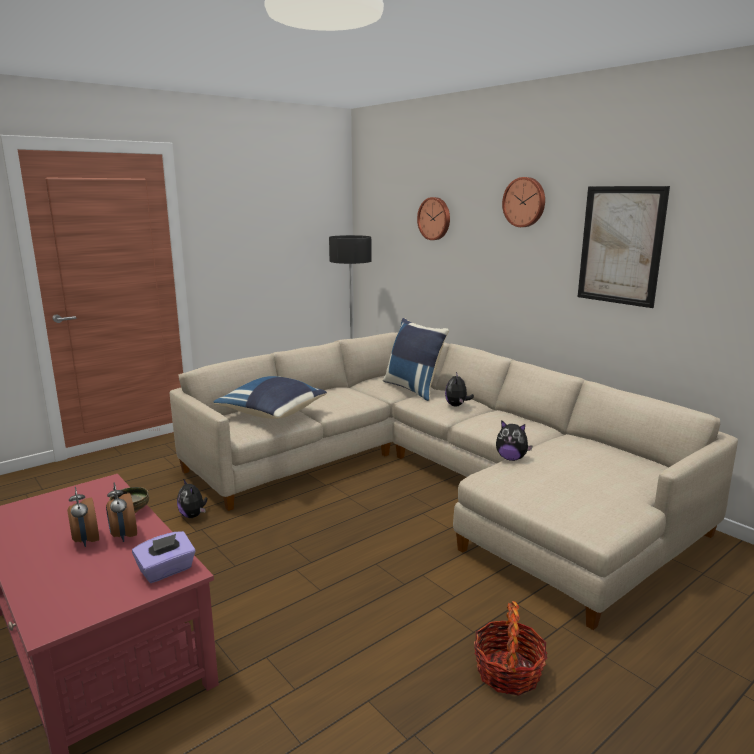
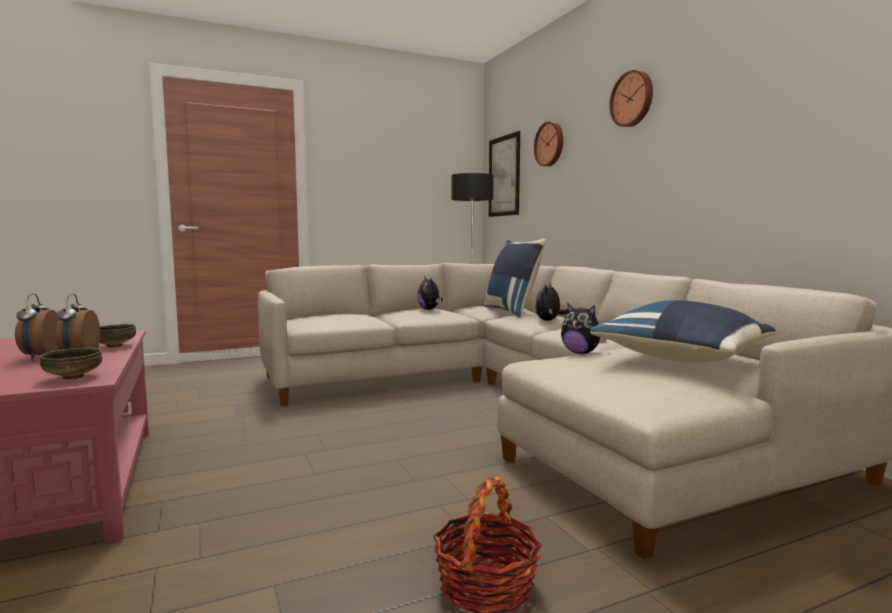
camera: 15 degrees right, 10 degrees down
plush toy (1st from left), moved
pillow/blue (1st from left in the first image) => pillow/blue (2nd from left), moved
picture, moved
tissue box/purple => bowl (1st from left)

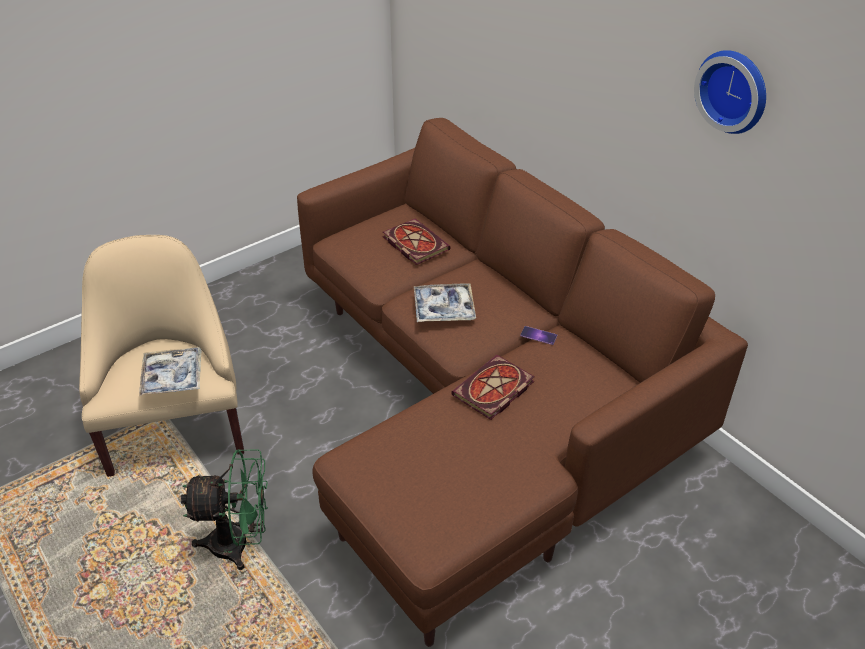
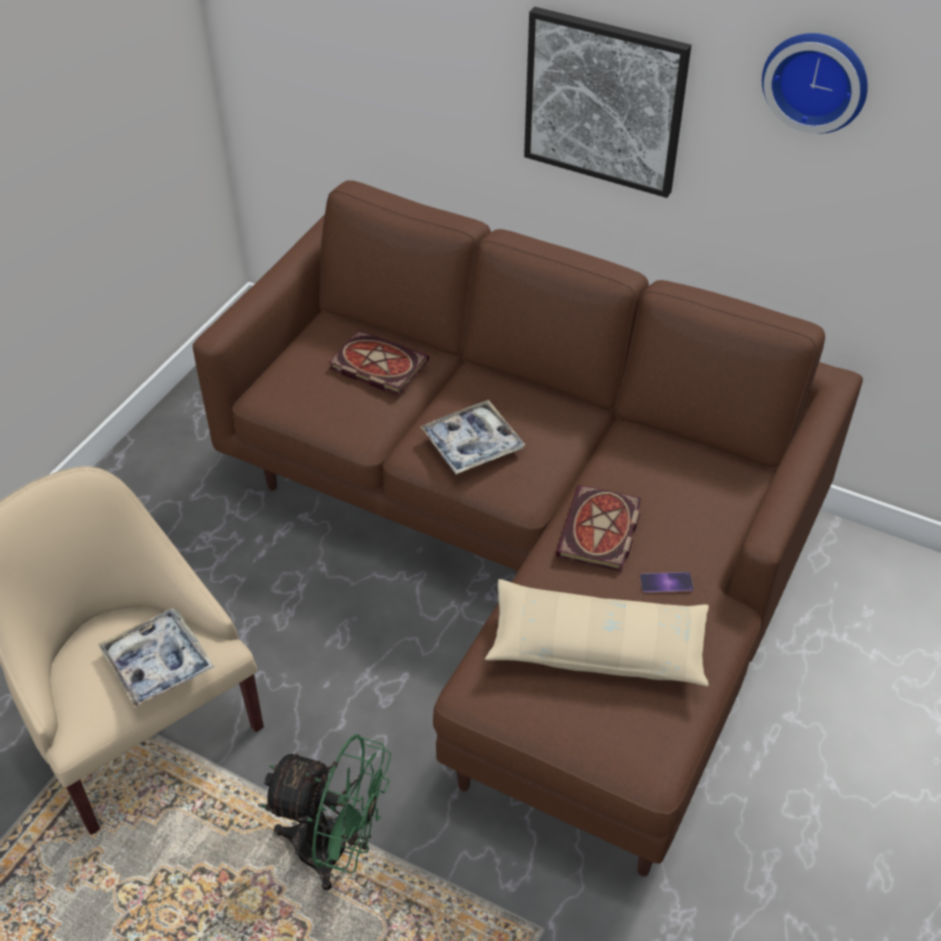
camera: 25 degrees left, 5 degrees up
nothing => pillow/beige
nothing => picture
phone, moved
fan/green, 45 degrees clockwise

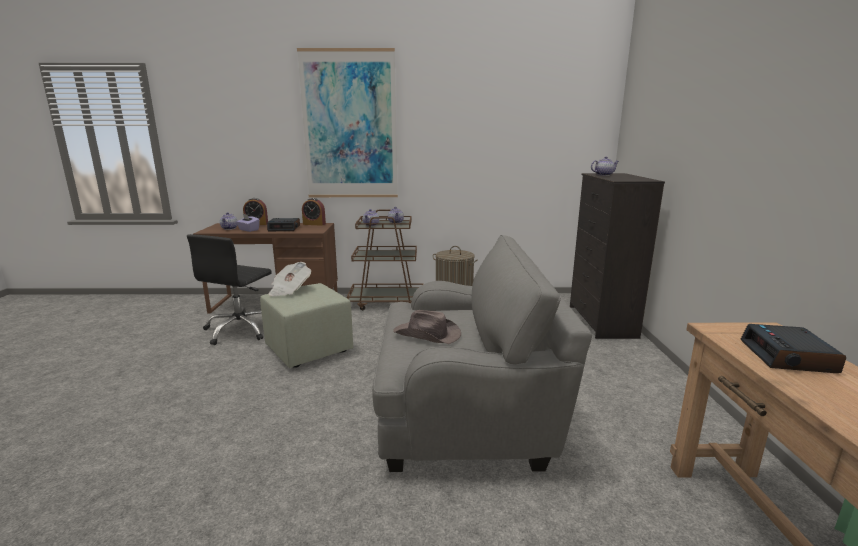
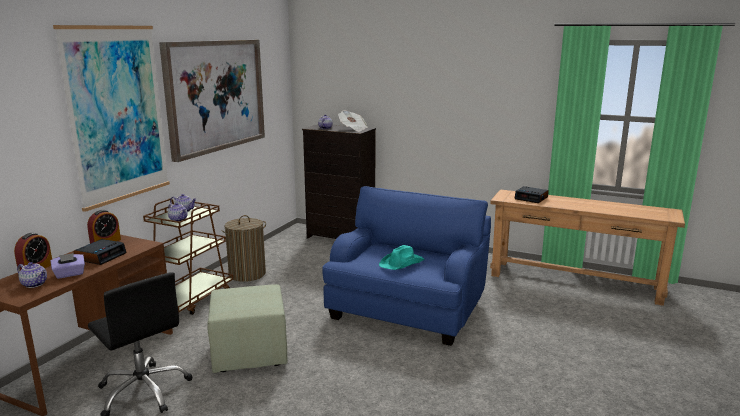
camera: 65 degrees left, 0 degrees up
nothing => picture (2nd from left)
newspaper, moved
armchair/grey => armchair/blue
hat/brown => hat/turquoise

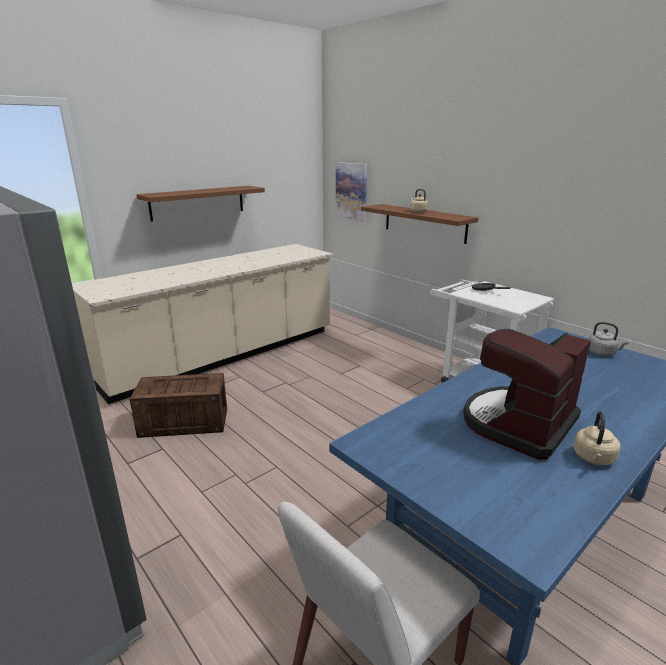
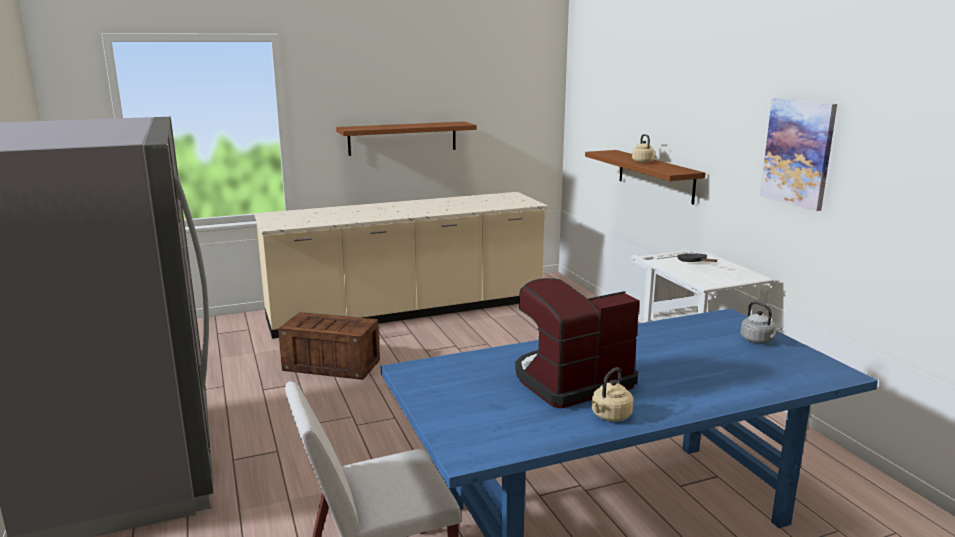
camera: 20 degrees right, 5 degrees down
picture, moved

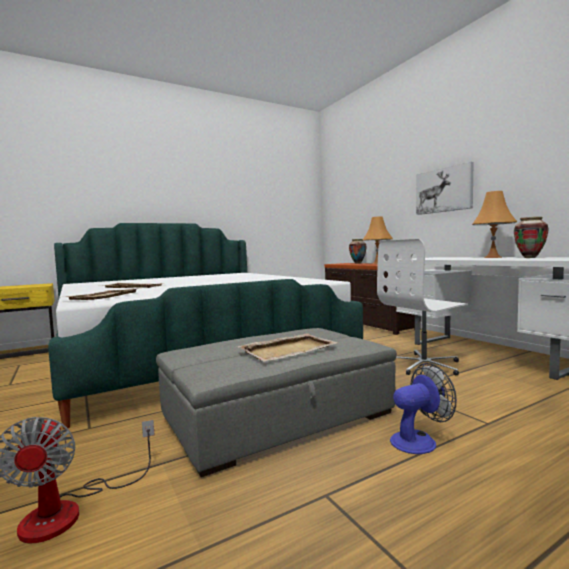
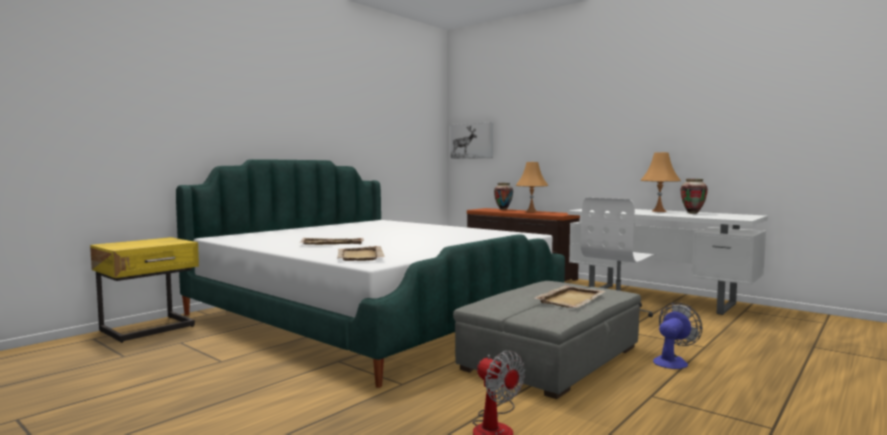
camera: 20 degrees left, 0 degrees up
picture, moved

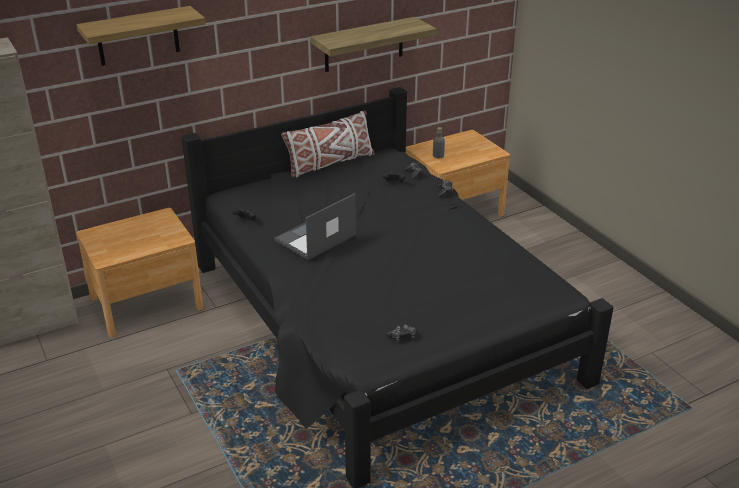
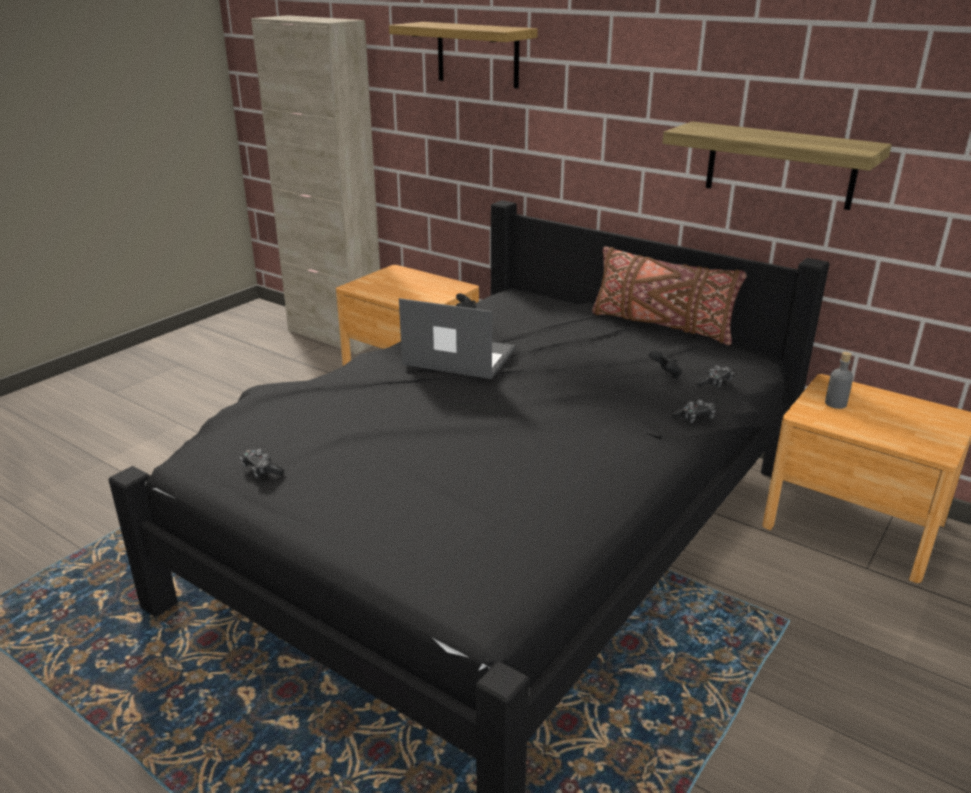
camera: 65 degrees right, 5 degrees down
pillow/white => pillow/brown

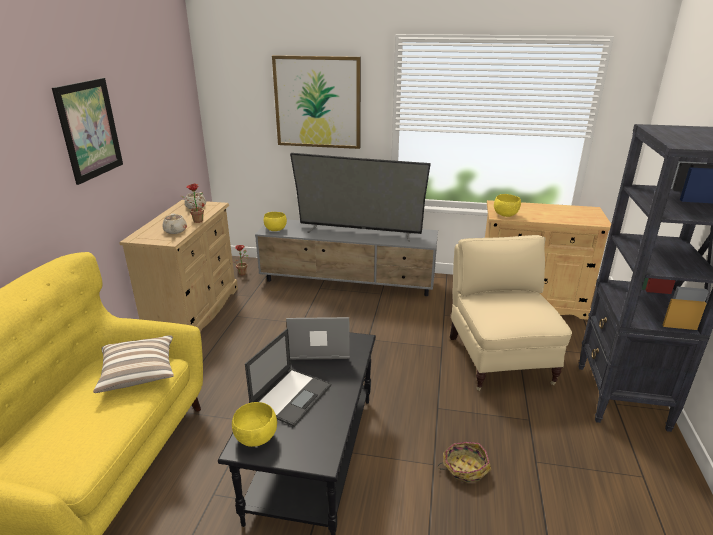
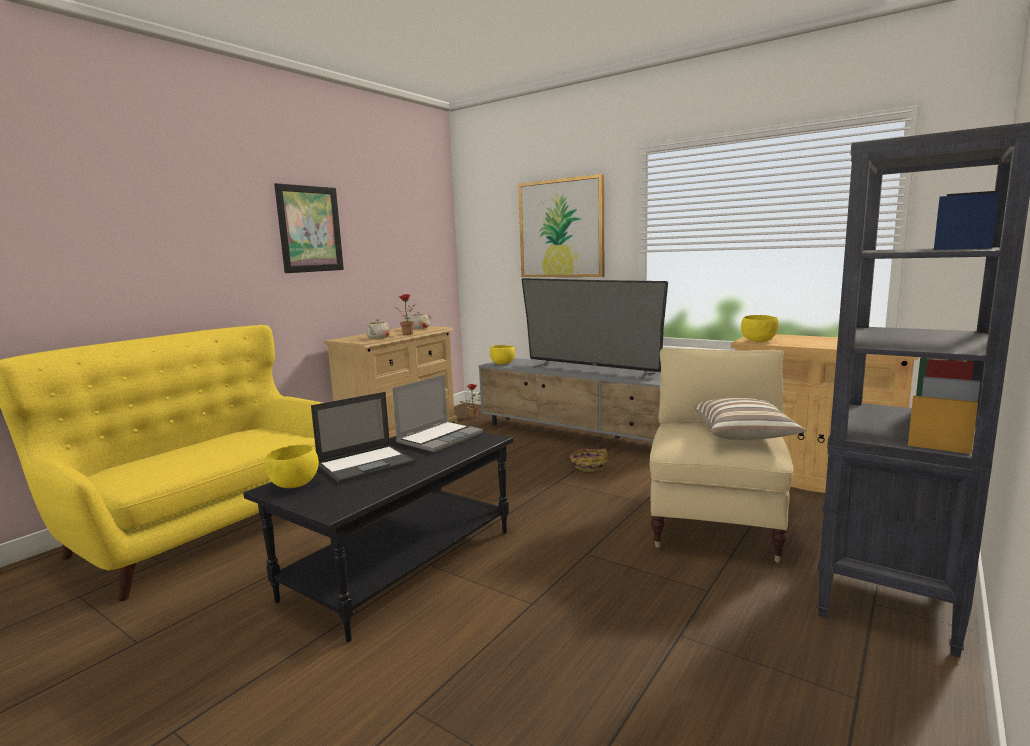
camera: 25 degrees right, 15 degrees down
pillow, moved
basket, moved
laptop (2nd from left), 105 degrees clockwise

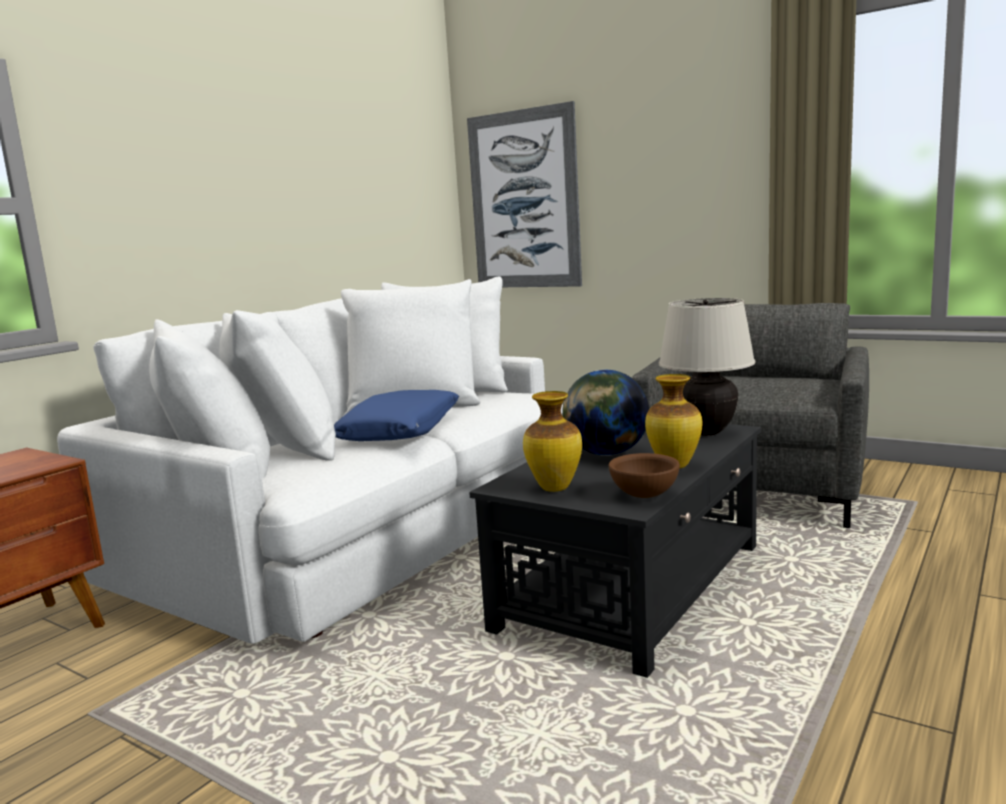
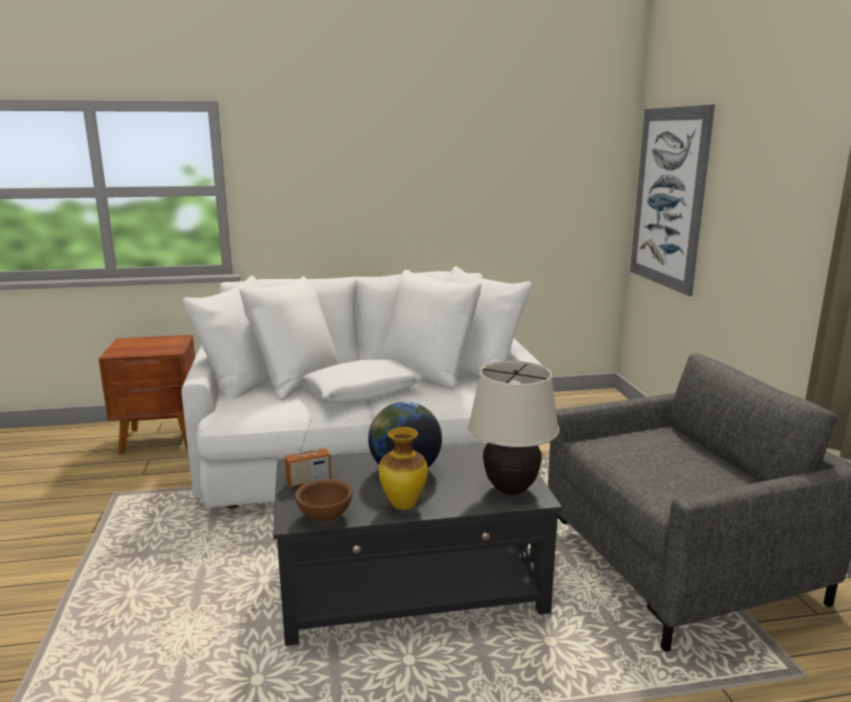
camera: 45 degrees right, 5 degrees up
vase (1st from left) => radio
pillow/blue => pillow/white

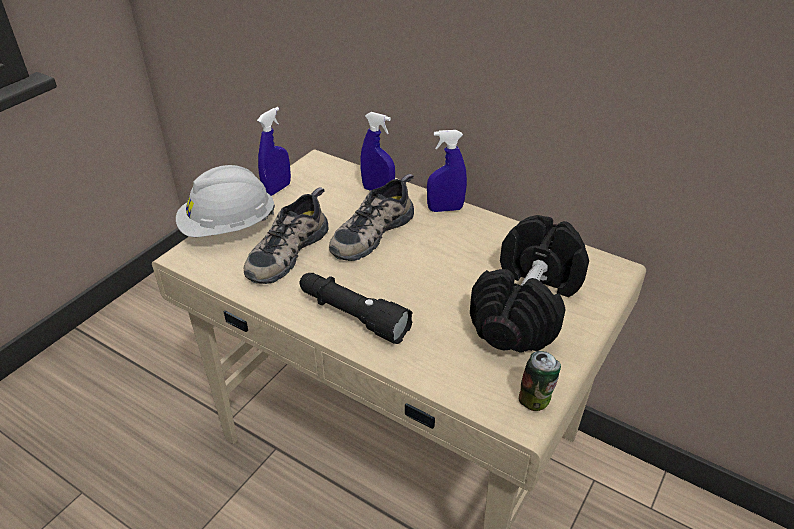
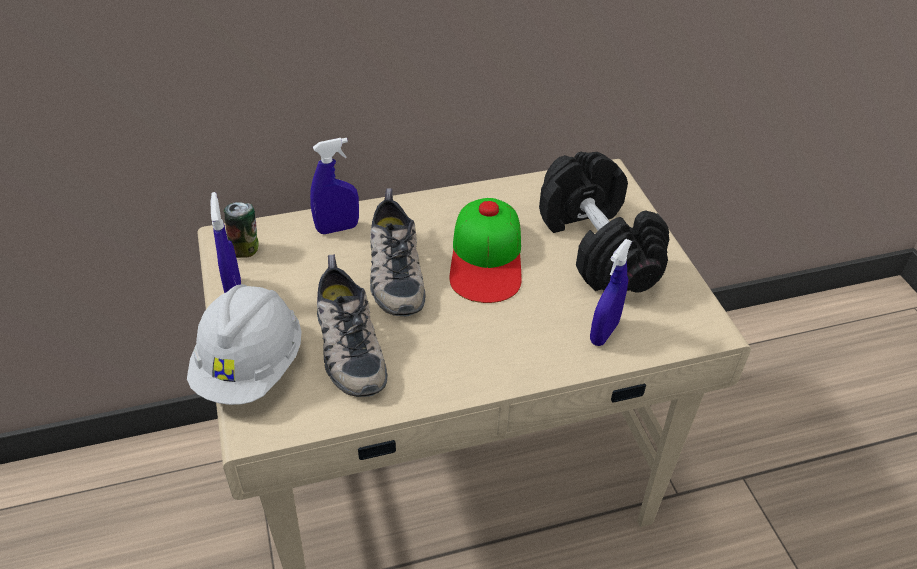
camera: 50 degrees left, 5 degrees up
flashlight/black => nothing
nothing => cap
spray bottle/blue (3rd from left), moved
can, moved

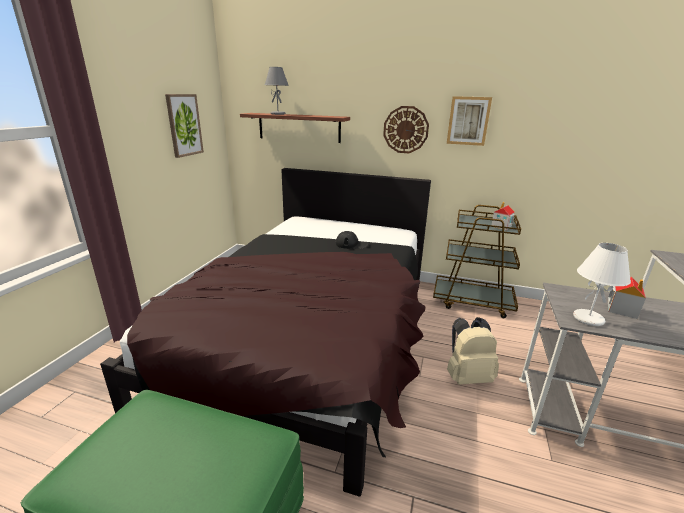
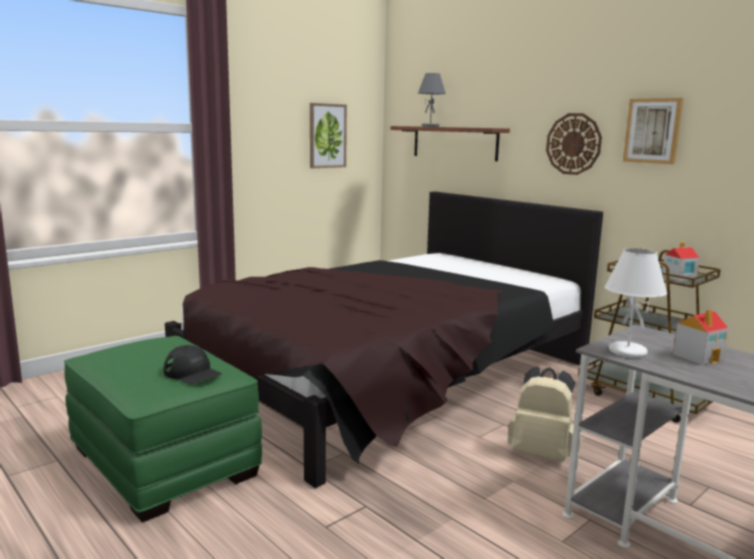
camera: 30 degrees right, 10 degrees down
cap/black, moved

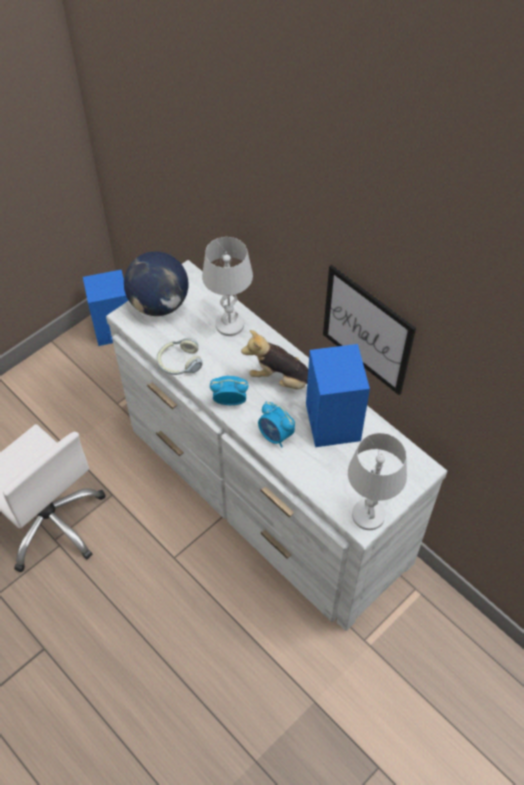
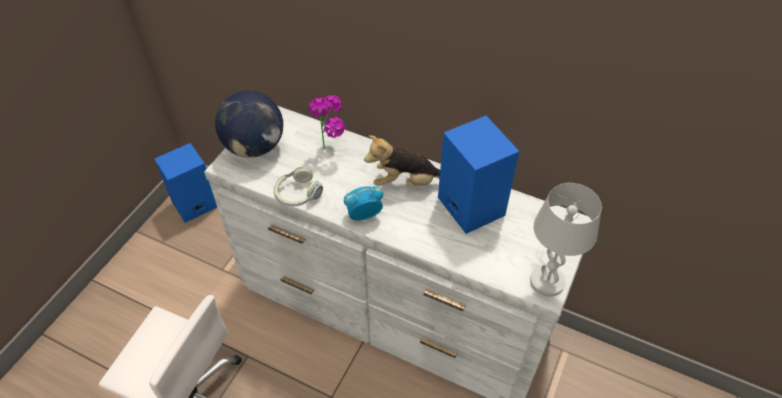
camera: 20 degrees left, 5 degrees down
alarm clock (2nd from left) => nothing
picture => nothing
table lamp/white (1st from left) => potted plant

